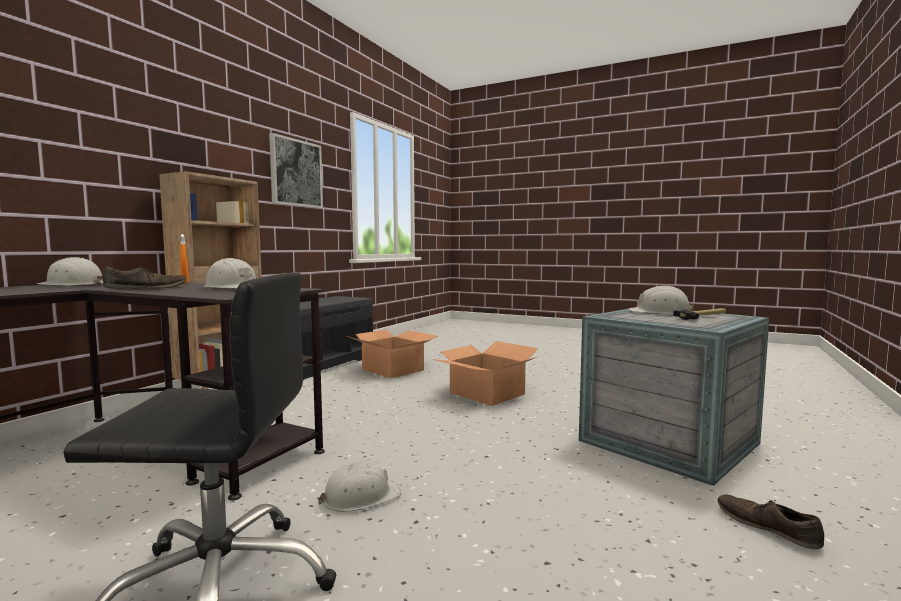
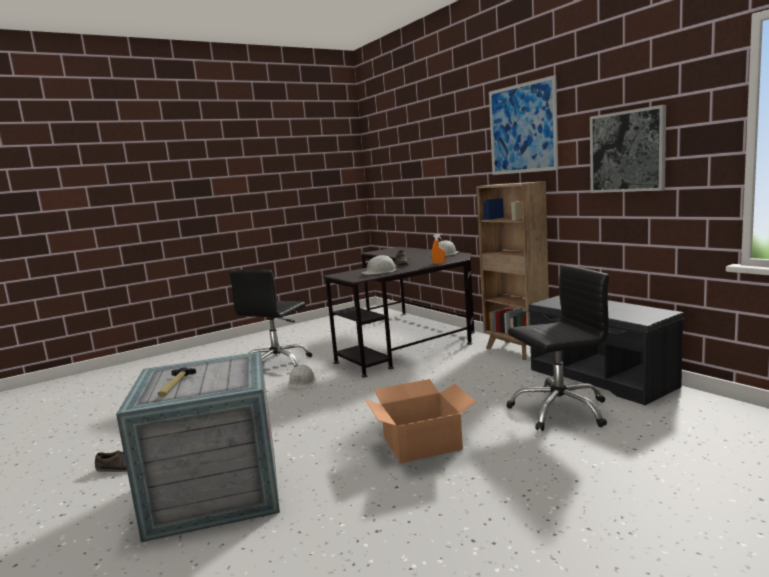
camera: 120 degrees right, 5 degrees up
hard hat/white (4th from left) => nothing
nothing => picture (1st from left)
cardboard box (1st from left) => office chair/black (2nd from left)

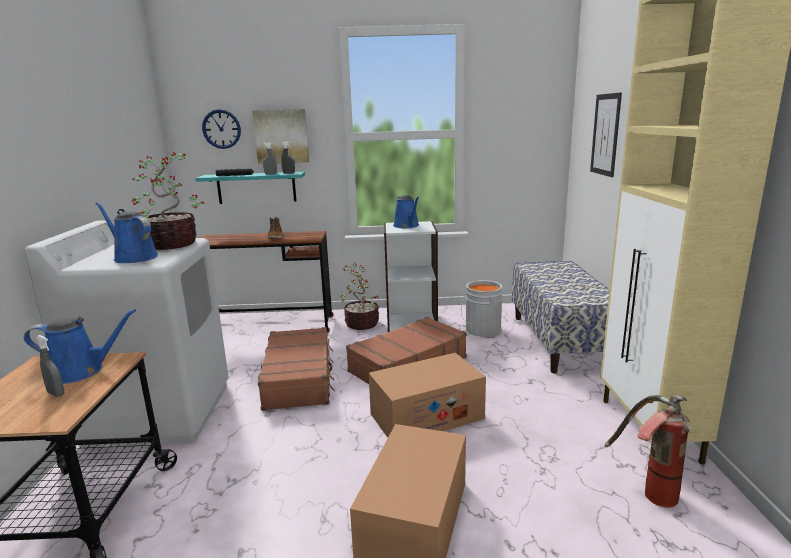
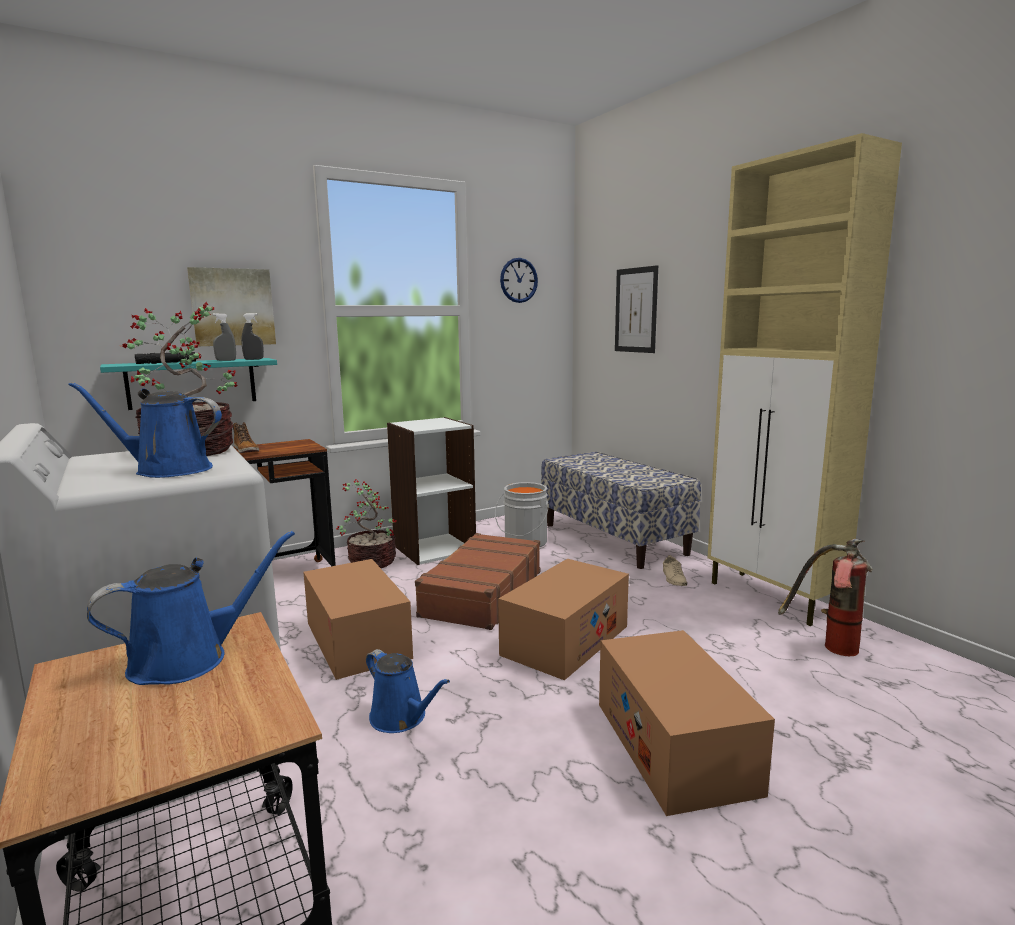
camera: 30 degrees left, 5 degrees down
spray bottle/grey (1st from left) => nothing
nothing => shoe/beige
wall clock, moved
watering can/blue (3rd from left), moved
suitcase/brown (1st from left) => cardboard box (1st from left)

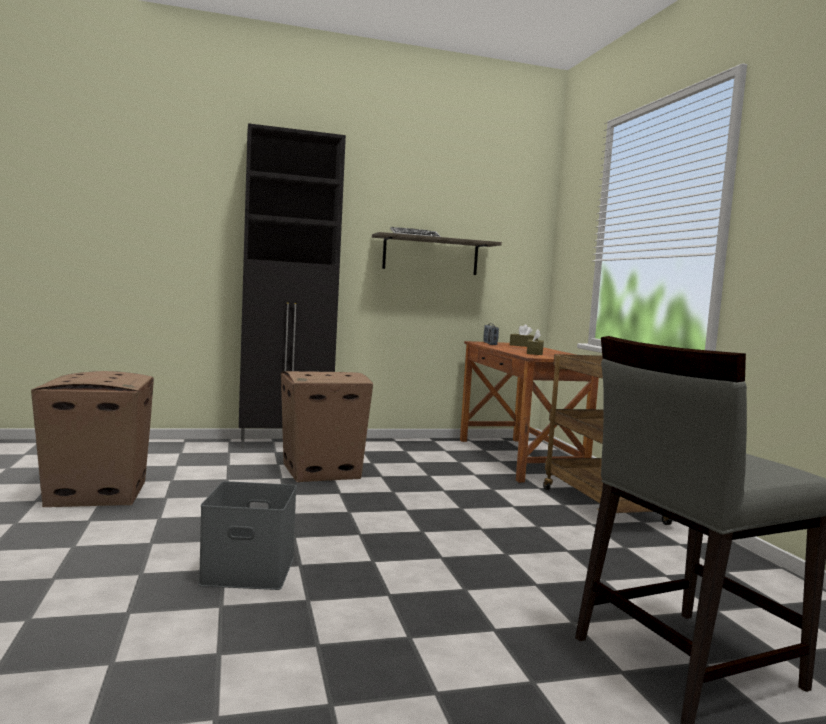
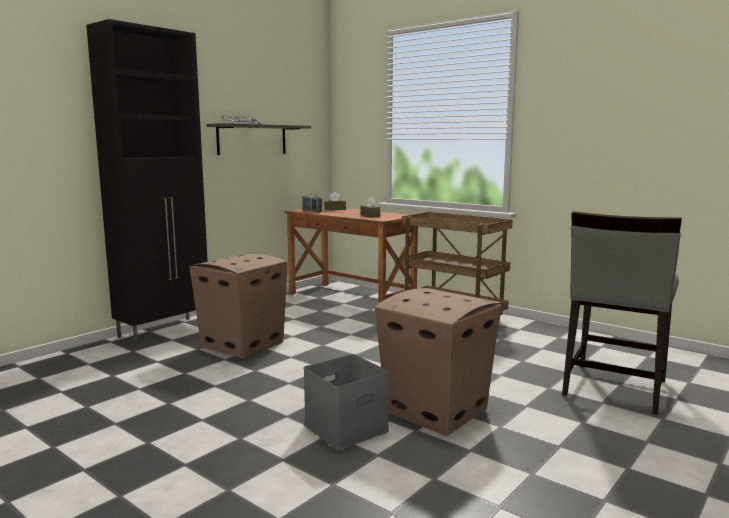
camera: 35 degrees left, 5 degrees up
cardboard box (1st from left in the first image) => cardboard box (2nd from left), moved

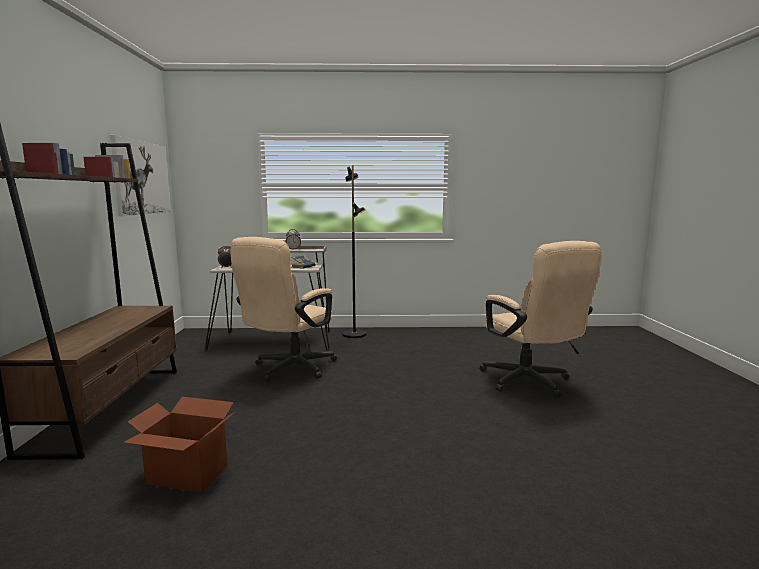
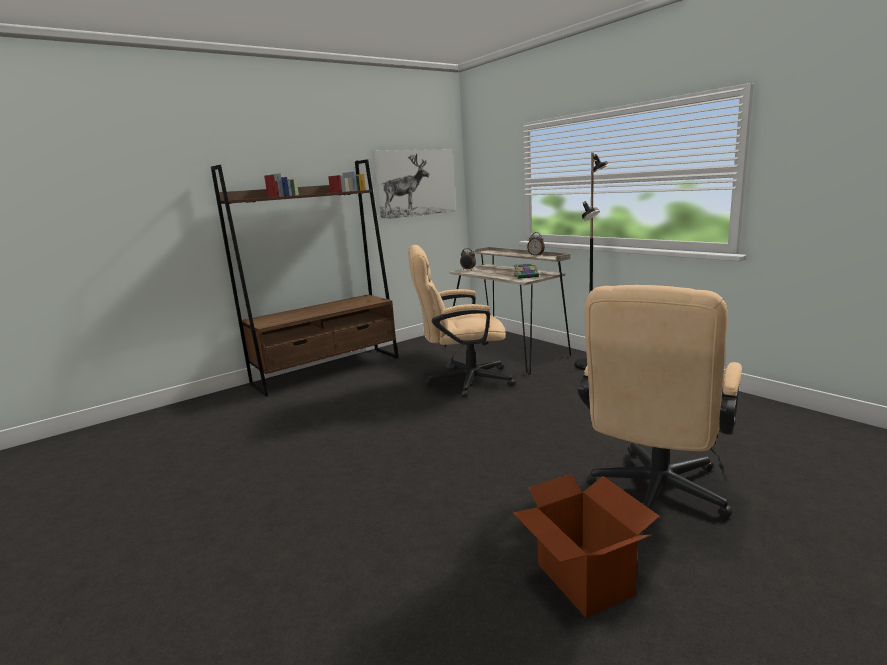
camera: 55 degrees right, 5 degrees up
cardboard box, moved

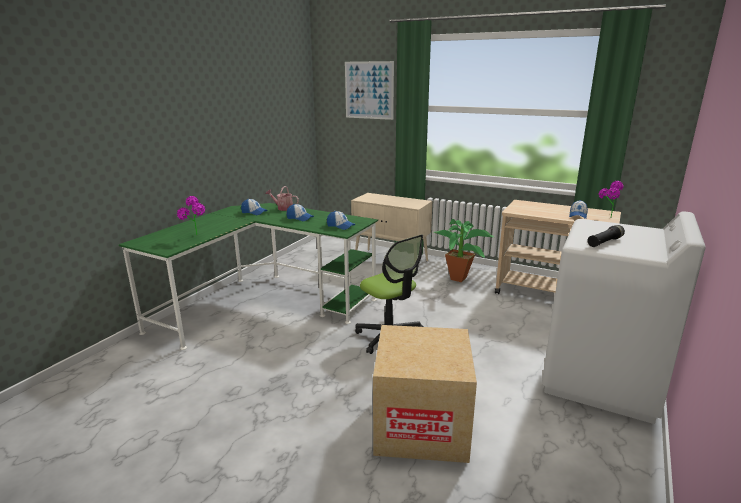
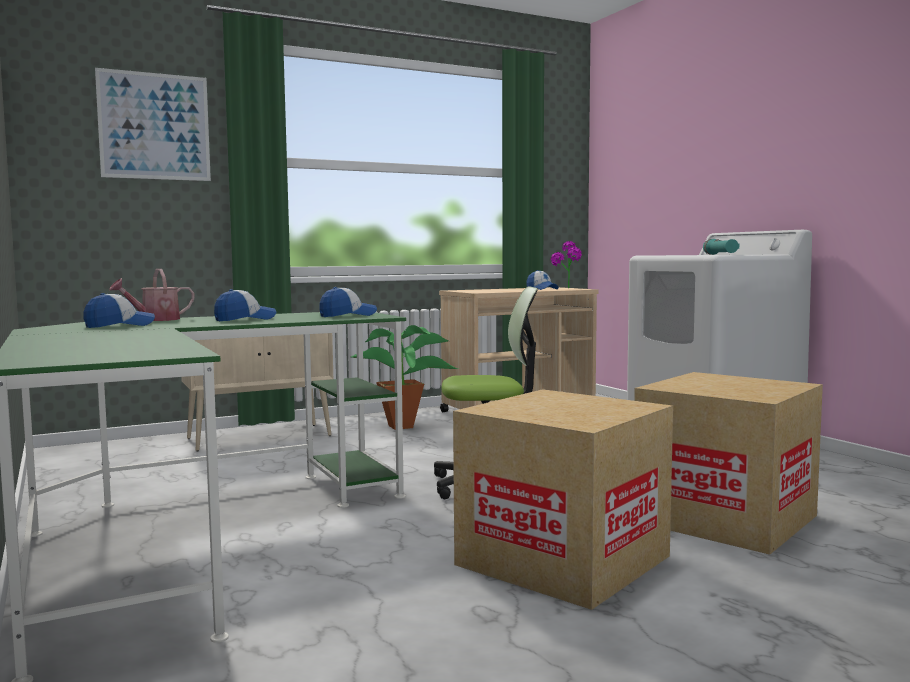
camera: 55 degrees left, 15 degrees down
potted plant (1st from left) => nothing
nothing => cardboard box (1st from left)
flashlight/black => flashlight/turquoise

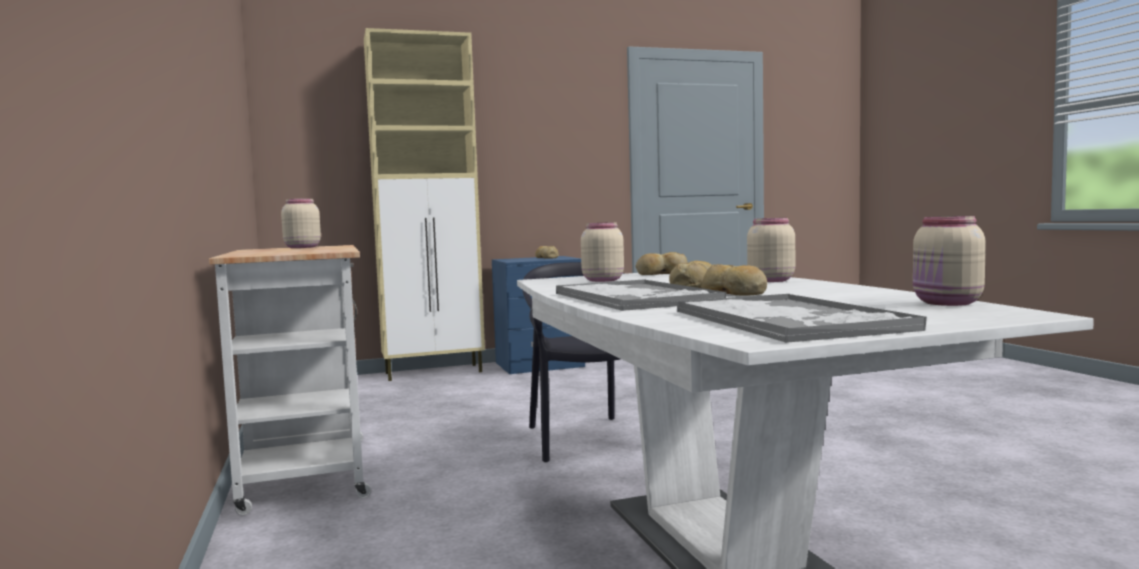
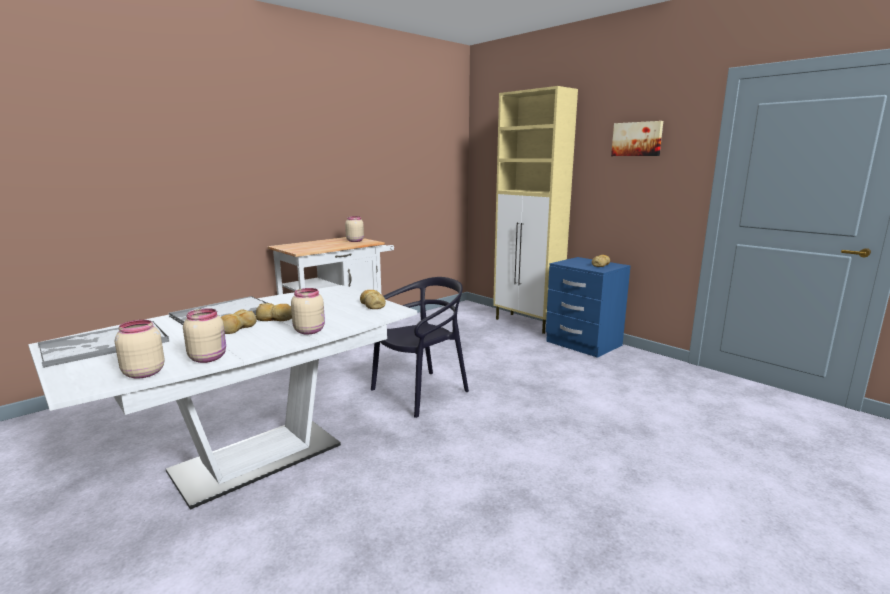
camera: 65 degrees right, 10 degrees up
nothing => picture
jar/beige (2nd from left), moved

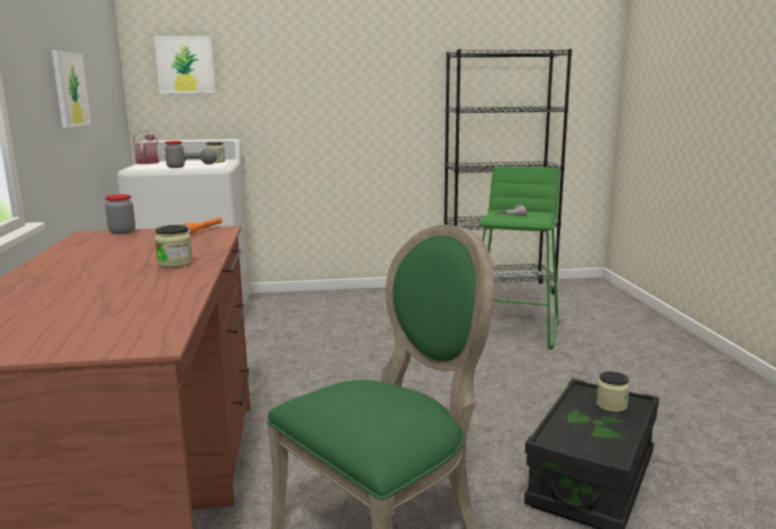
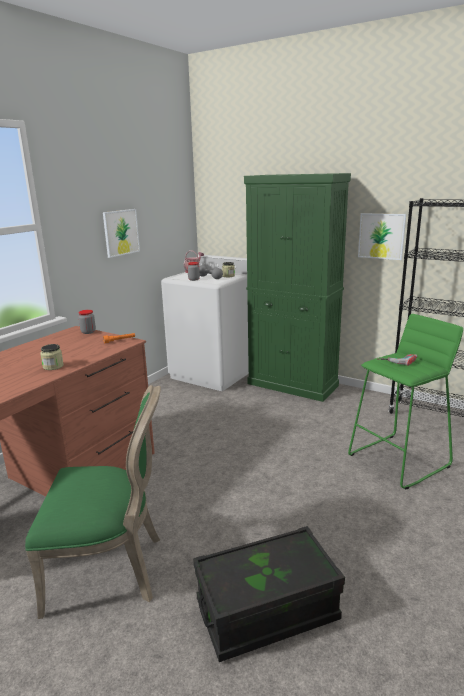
camera: 40 degrees right, 5 degrees up
jar (5th from left) => nothing
nothing => cabinet/green
picture (2nd from left), moved

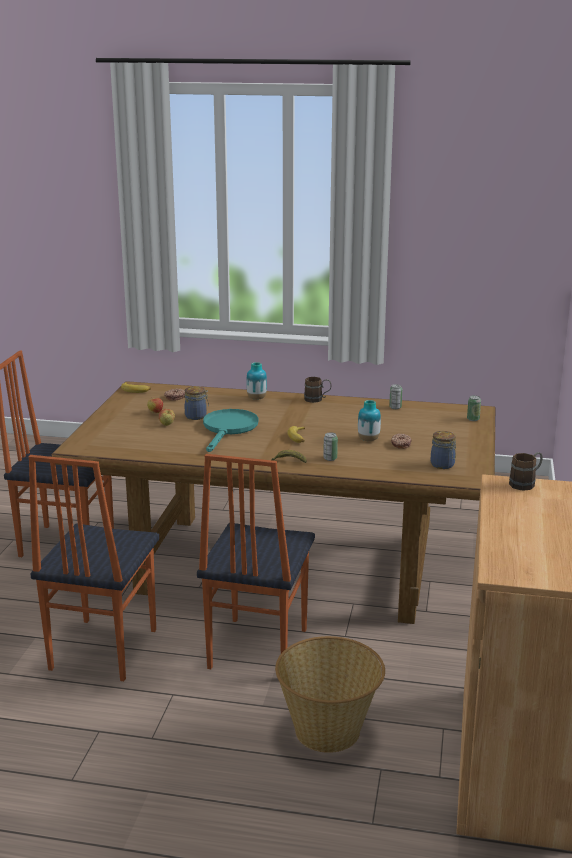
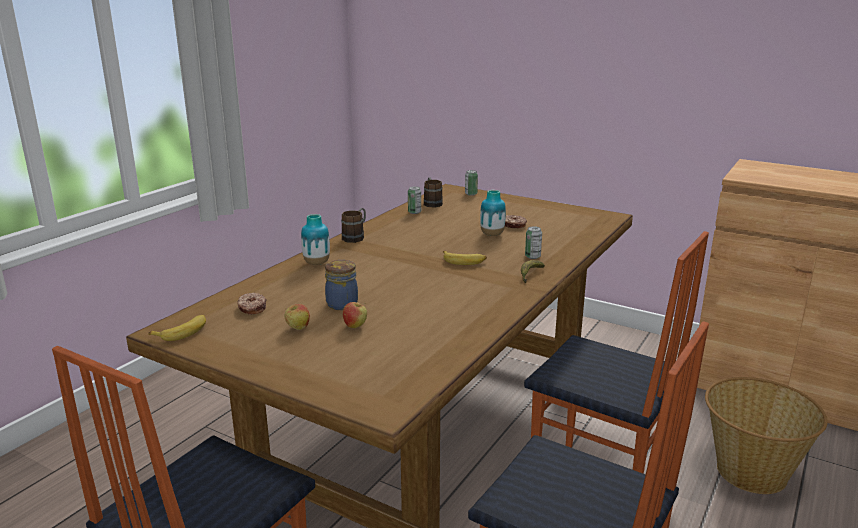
camera: 70 degrees left, 0 degrees up
frying pan/turquoise => nothing
jar (2nd from left) => nothing
mug/brown (2nd from left), moved

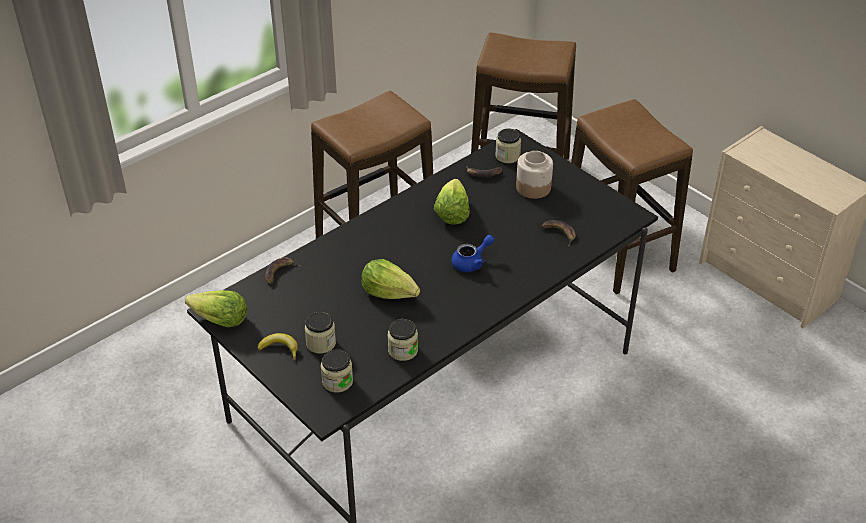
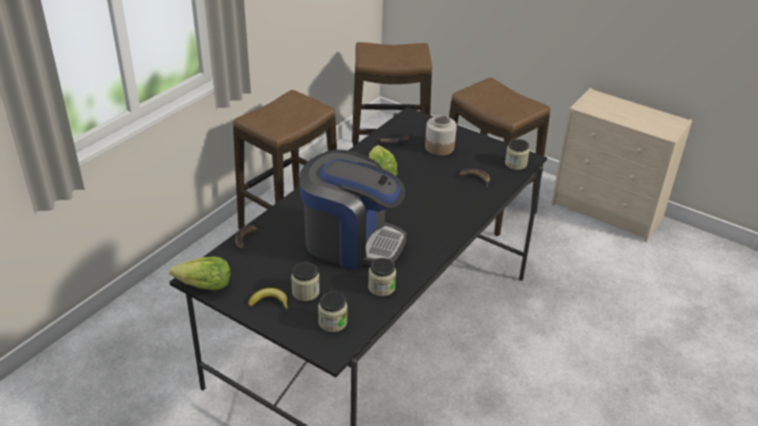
camera: 15 degrees left, 5 degrees down
teapot/blue => nothing
jar (4th from left in the first image) => jar (5th from left), moved
lettuce (2nd from left) => coffee machine

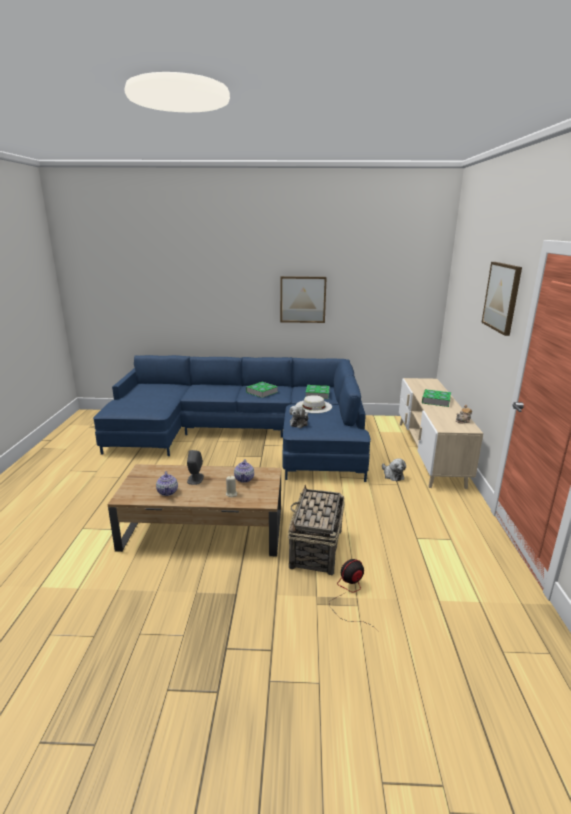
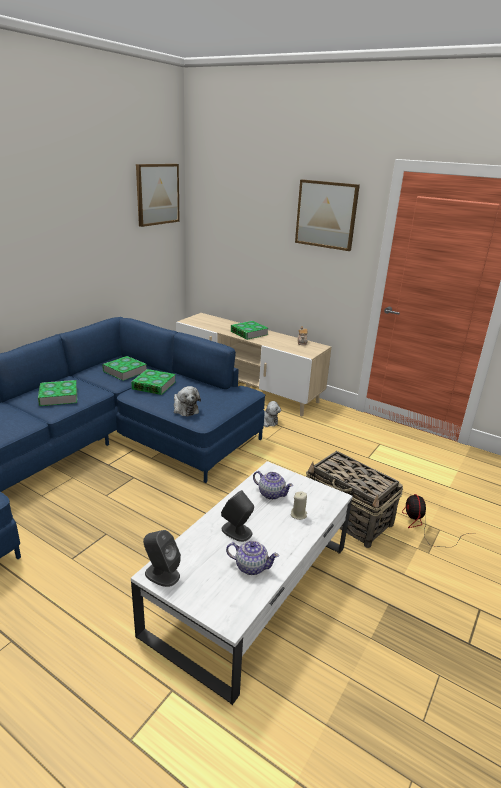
camera: 60 degrees left, 5 degrees up
nothing => speaker/grey (1st from left)
picture (1st from left), moved
hat/white => book (3rd from left)
coffee table/brown => coffee table/white

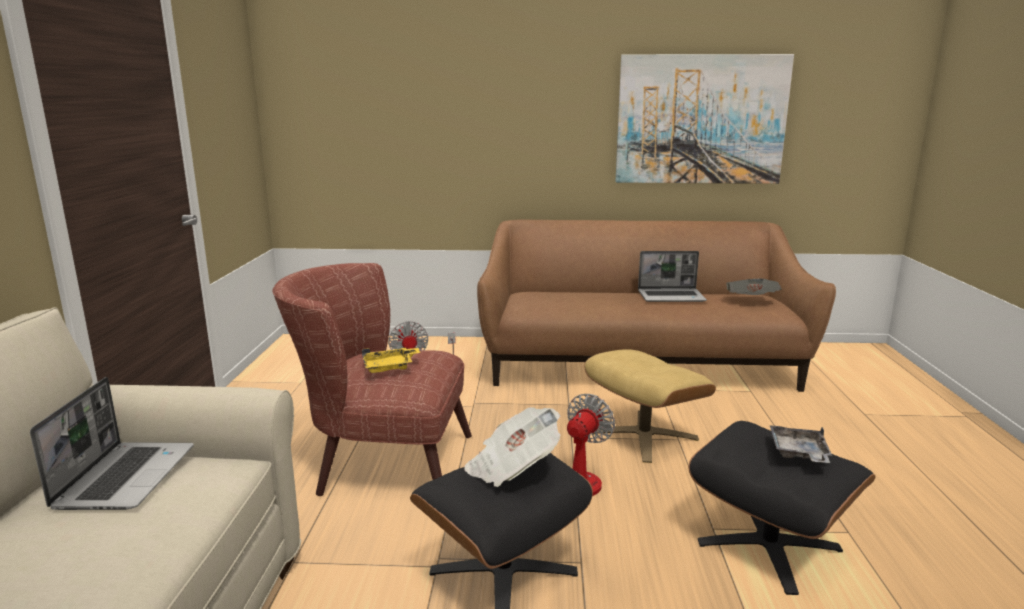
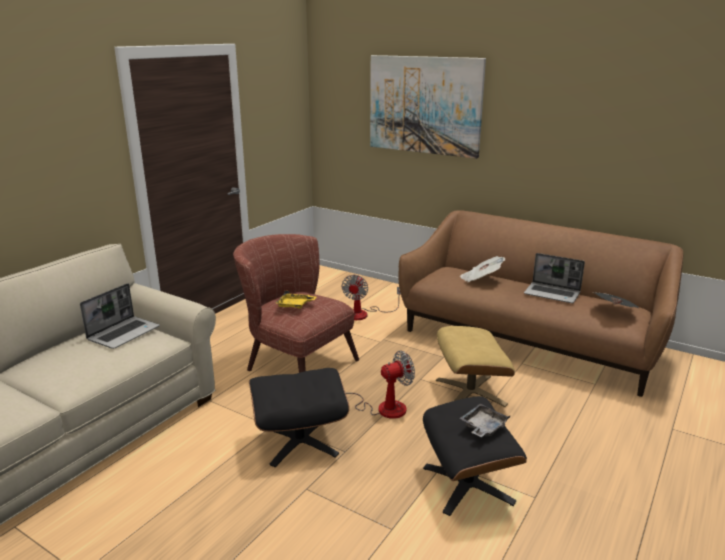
camera: 30 degrees right, 5 degrees up
newspaper (1st from left), moved
picture, moved

